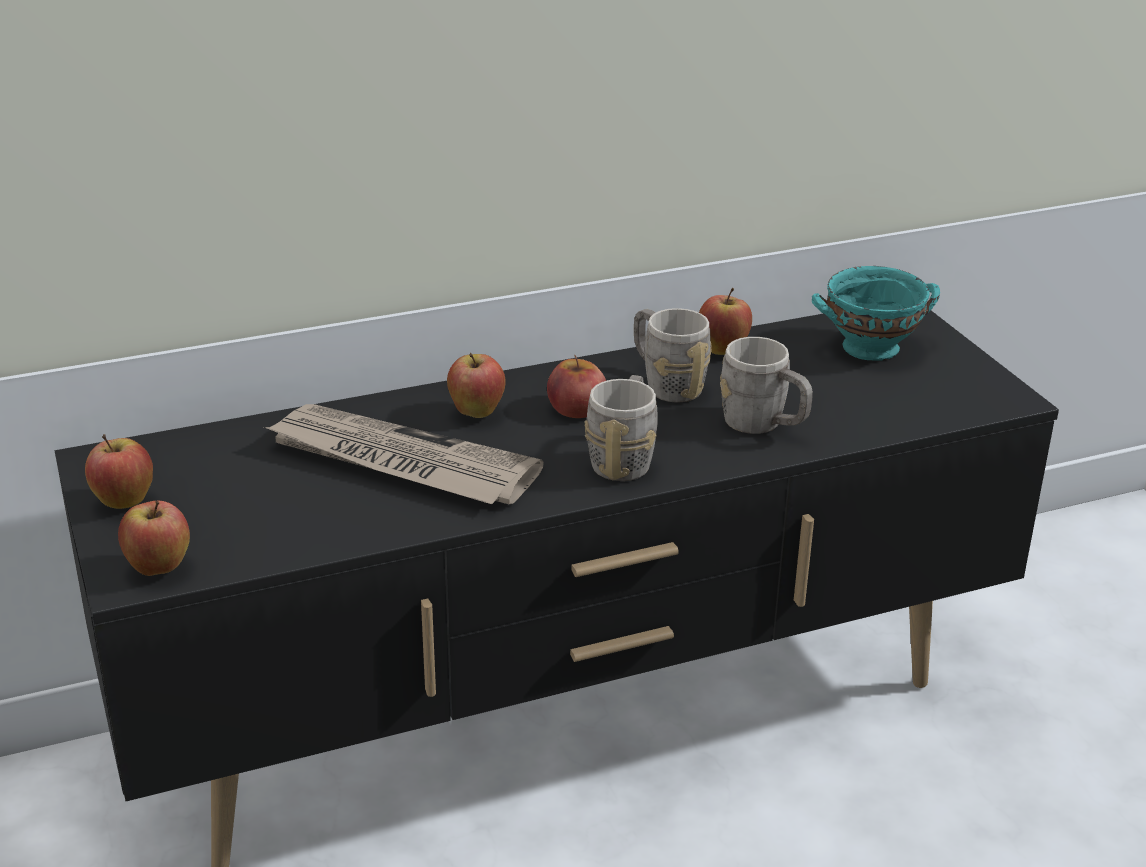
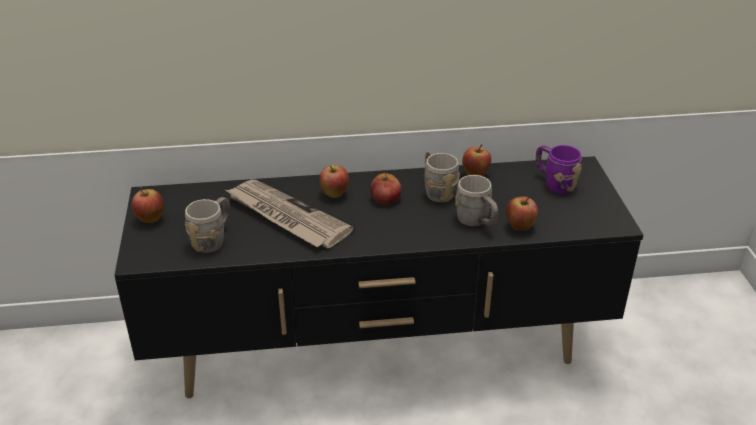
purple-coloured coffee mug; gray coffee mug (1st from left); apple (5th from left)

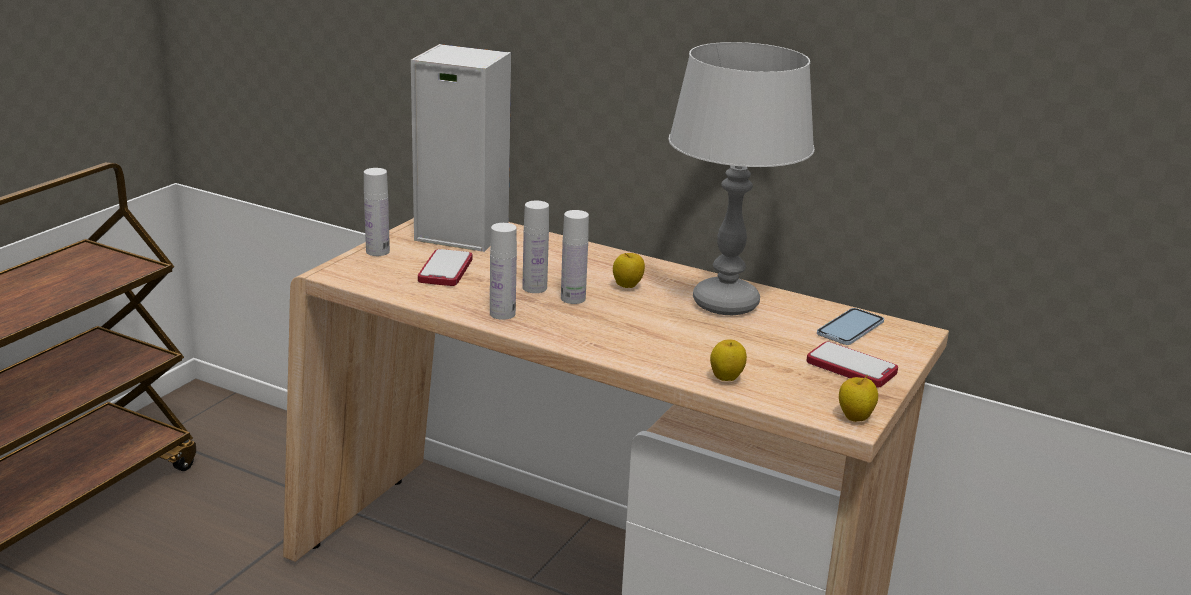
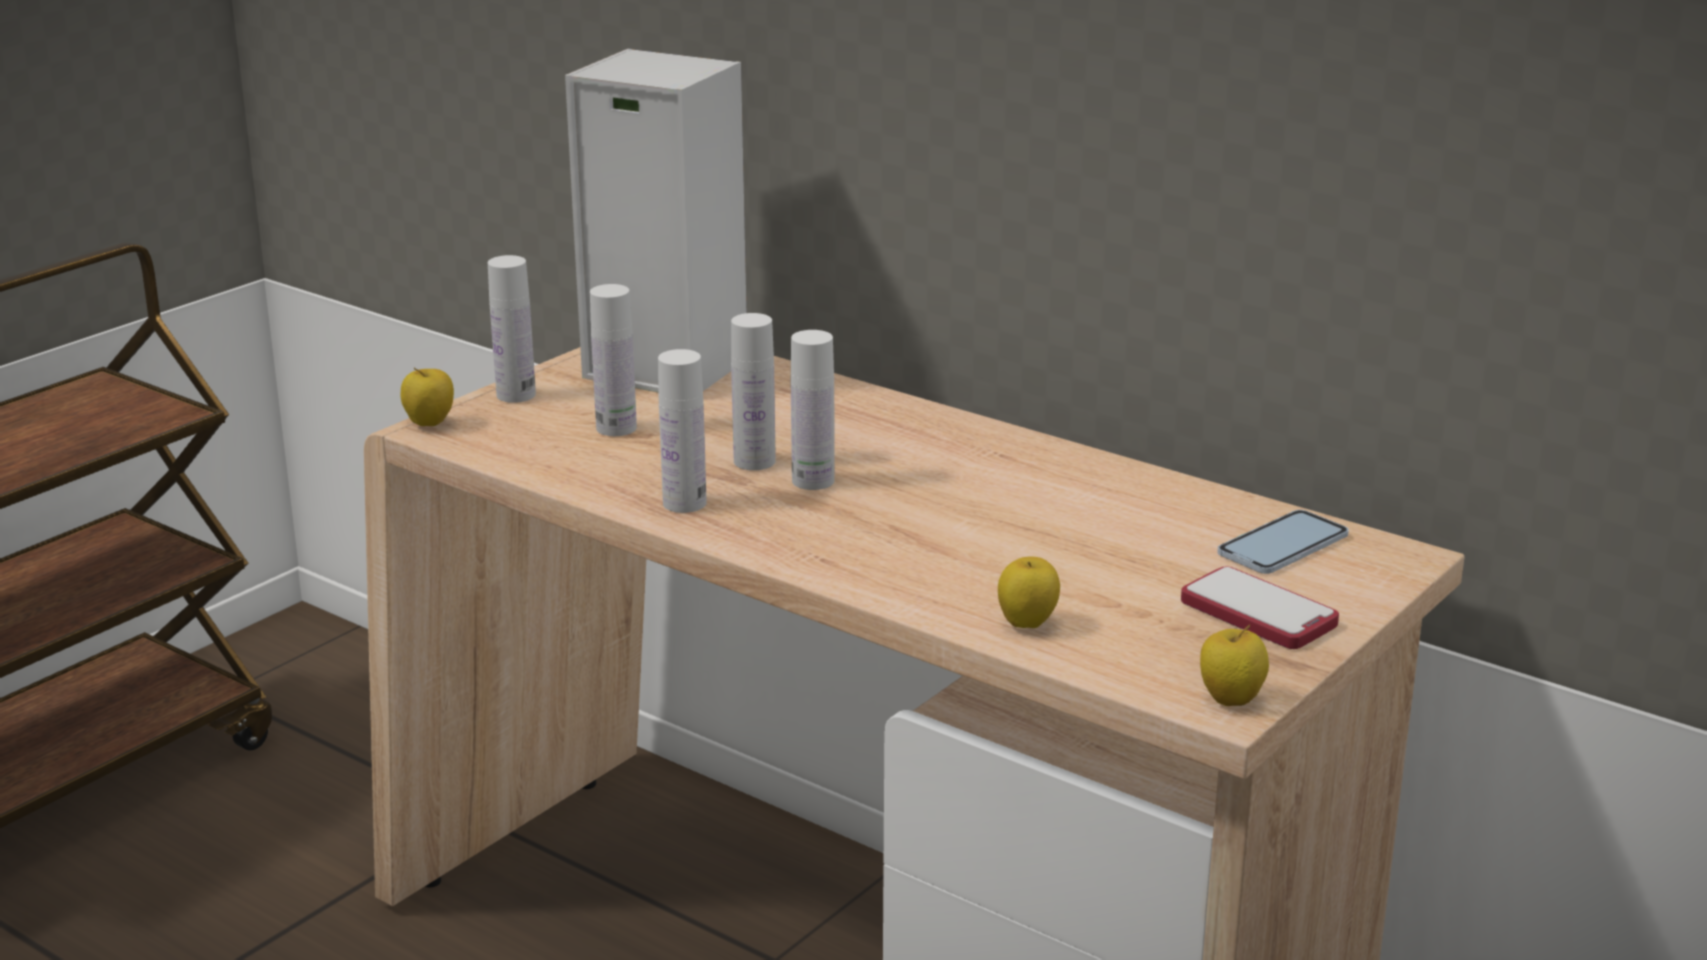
gray tabletop lamp; whitish bottle (2nd from left); apple (1st from left)

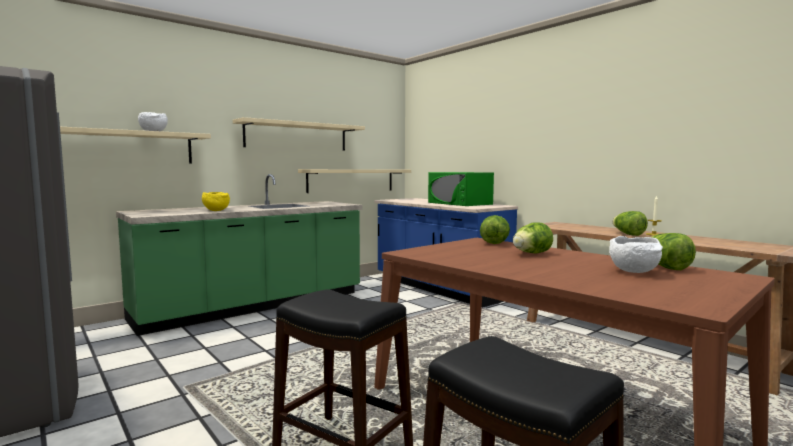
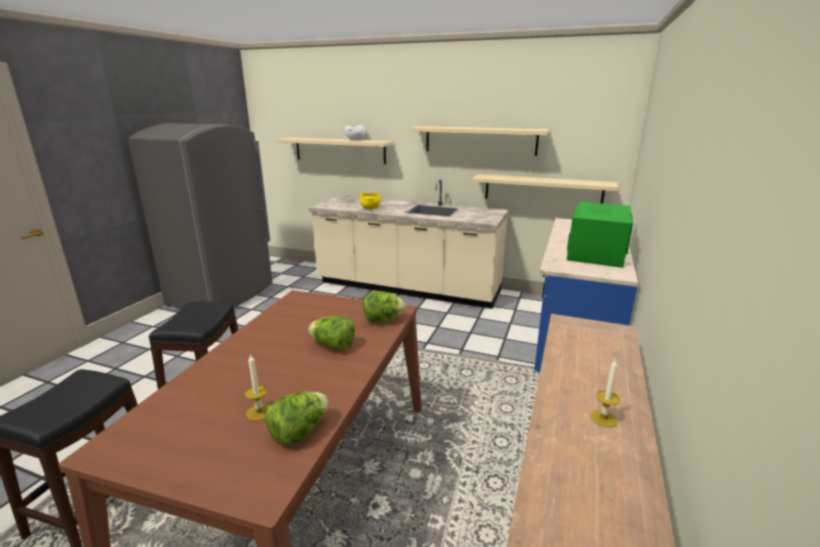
beige kitchen base unit; head of lettuce (3rd from left in the first image); wax light (1st from left)

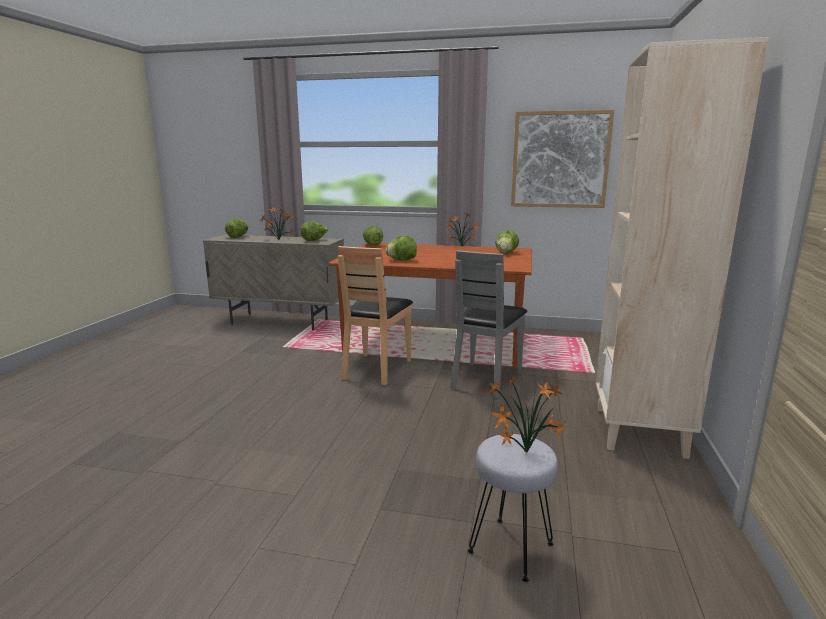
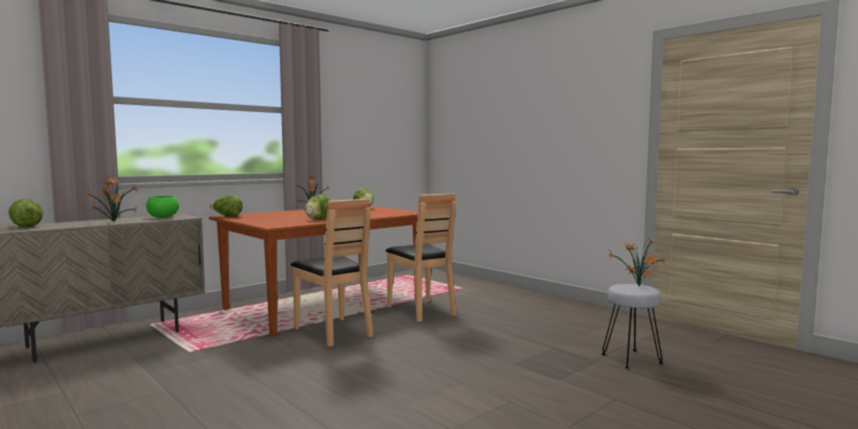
beige shelving unit; wall picture; green-coloured serving bowl; brown-coloured plain chair (2nd from left)

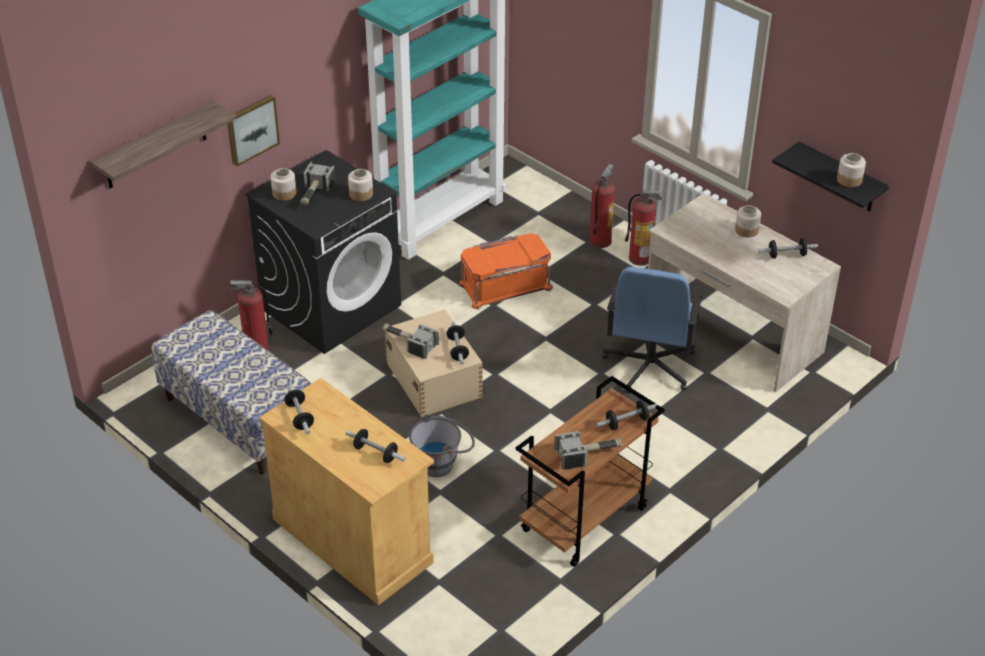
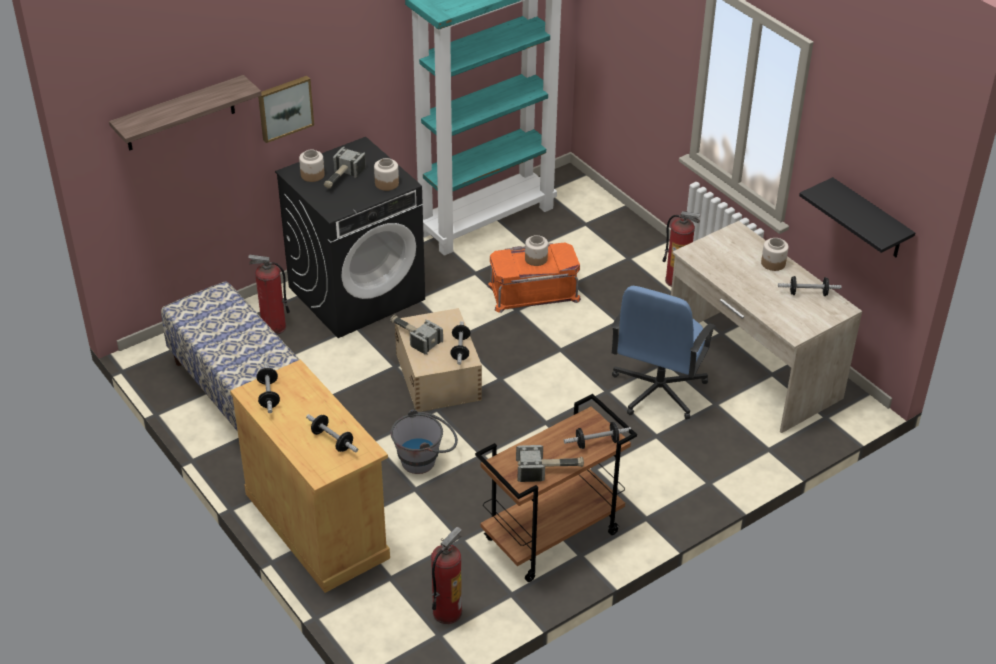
preserve jar (3rd from left); extinguisher (2nd from left)

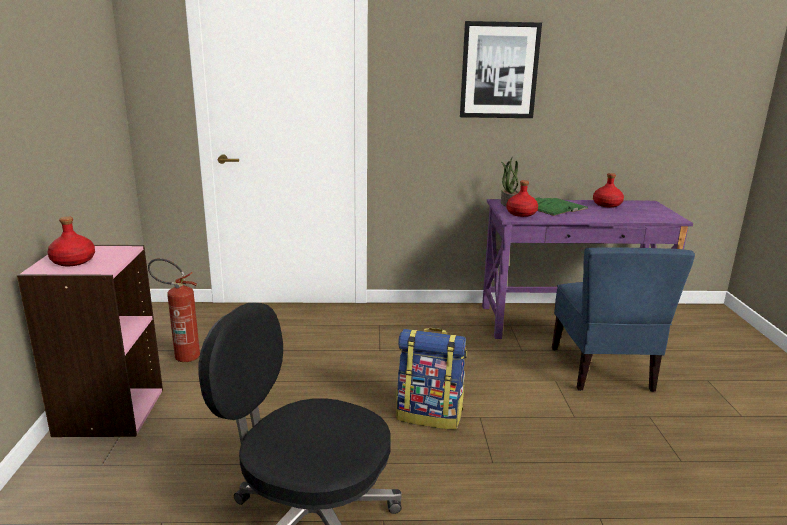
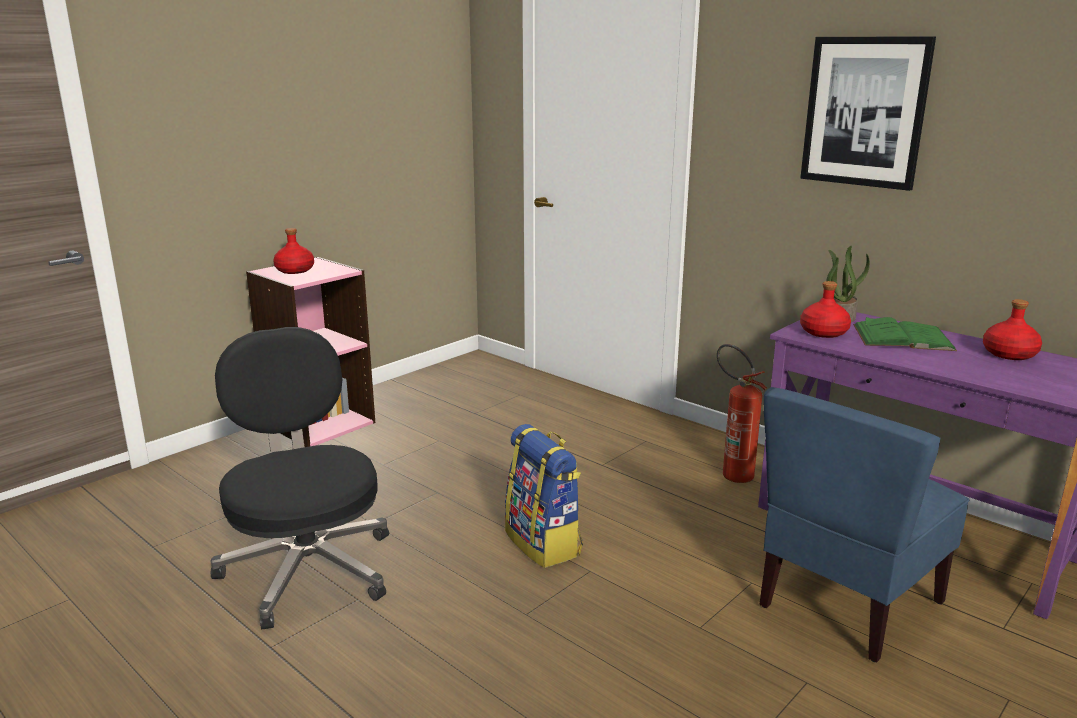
extinguisher

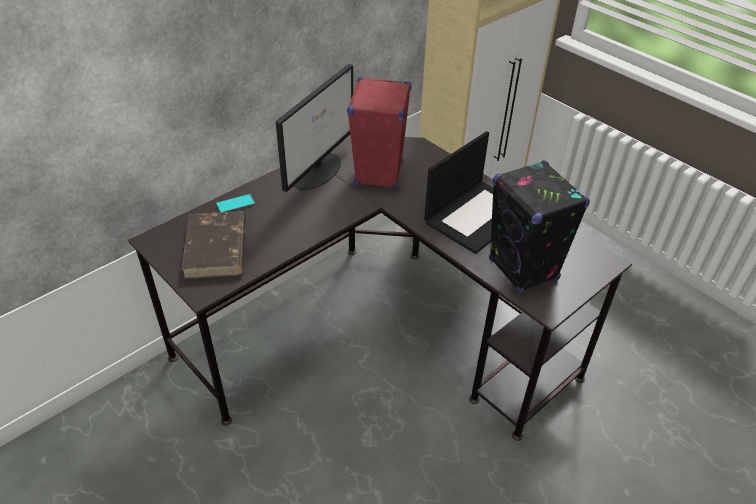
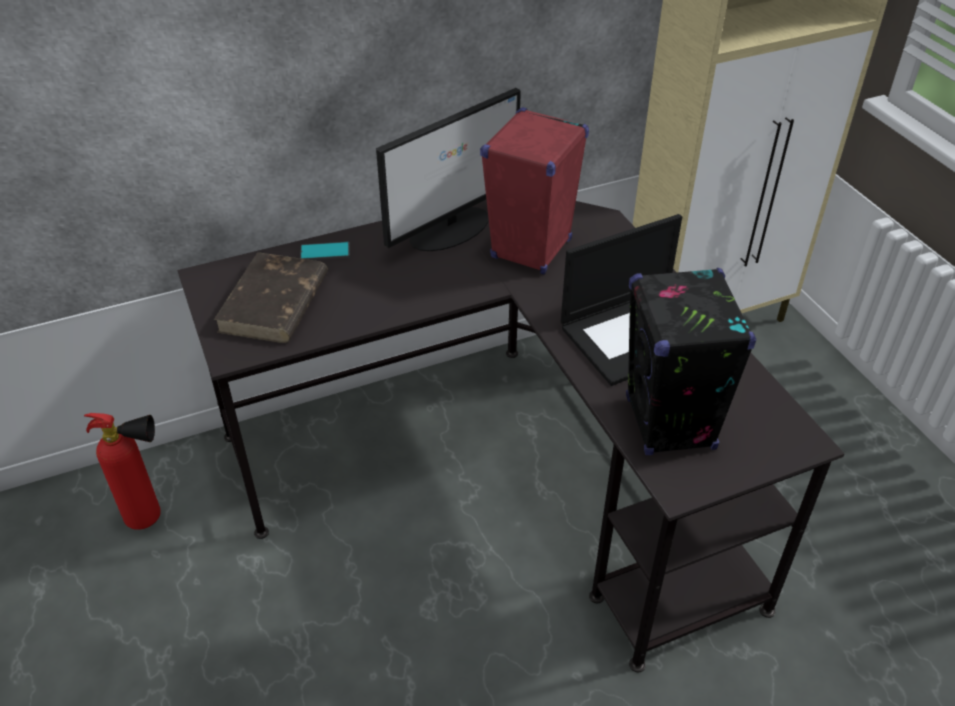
extinguisher

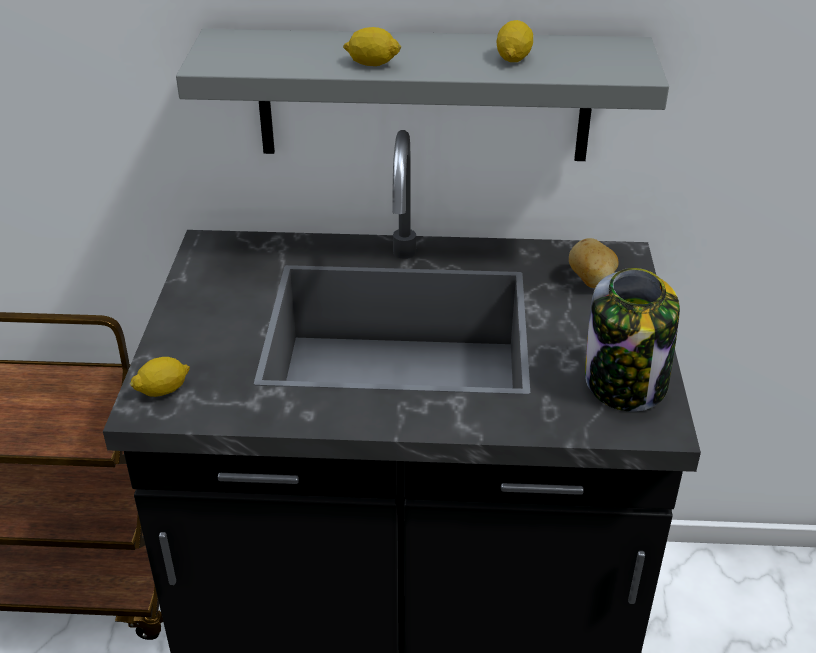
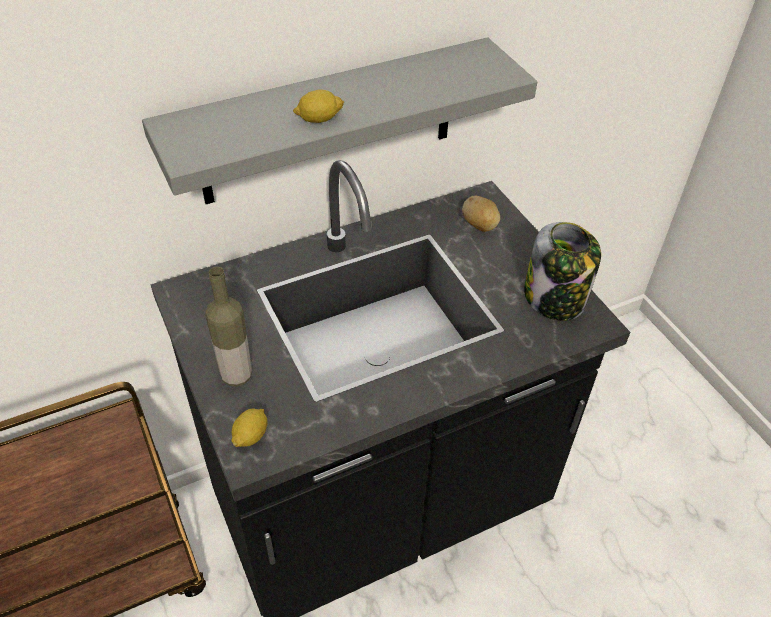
whole lemon (3rd from left in the first image); bottle

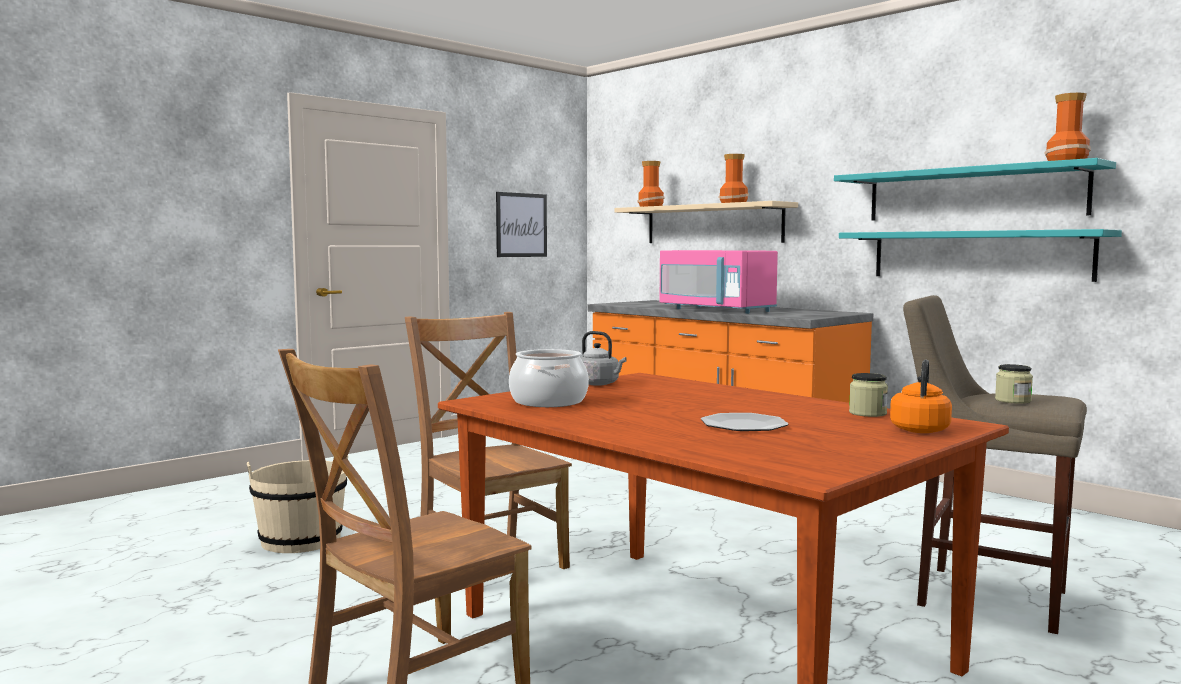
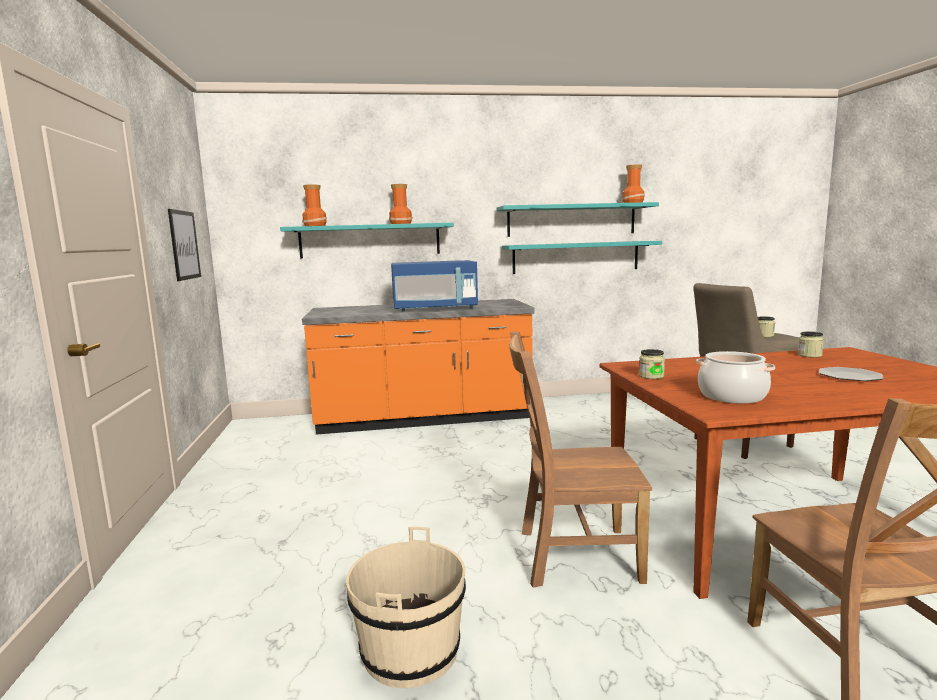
blue-green wall shelf (1st from left); blue microwave; preserve jar (1st from left); orange-coloured kettle

